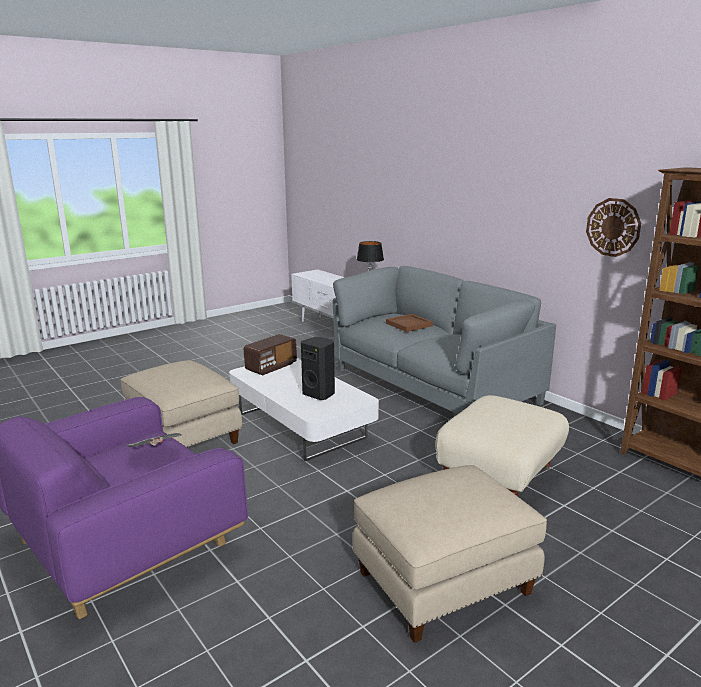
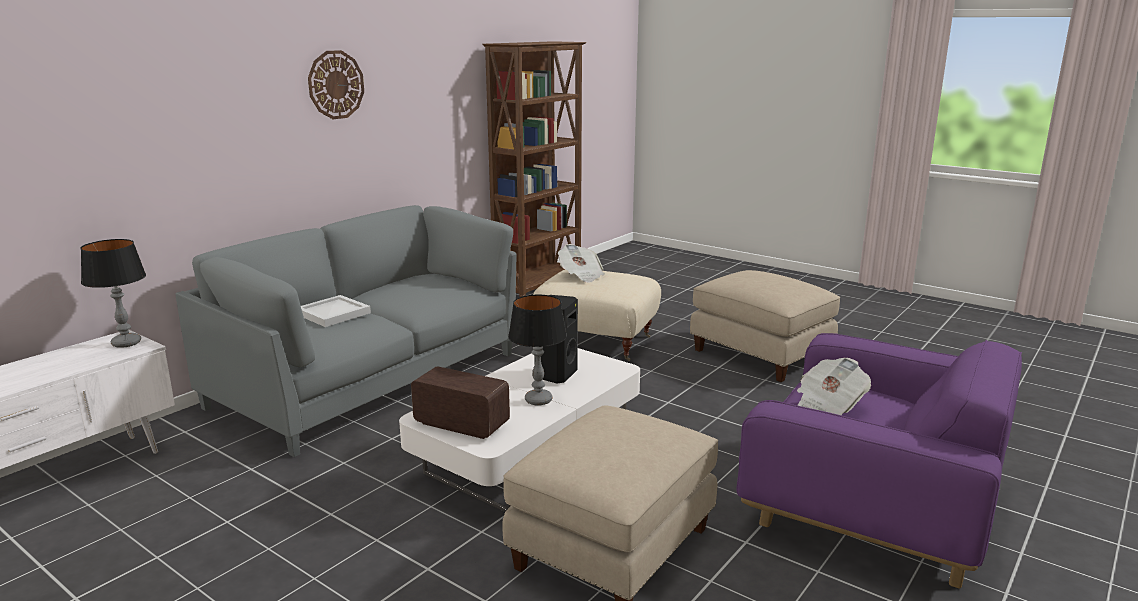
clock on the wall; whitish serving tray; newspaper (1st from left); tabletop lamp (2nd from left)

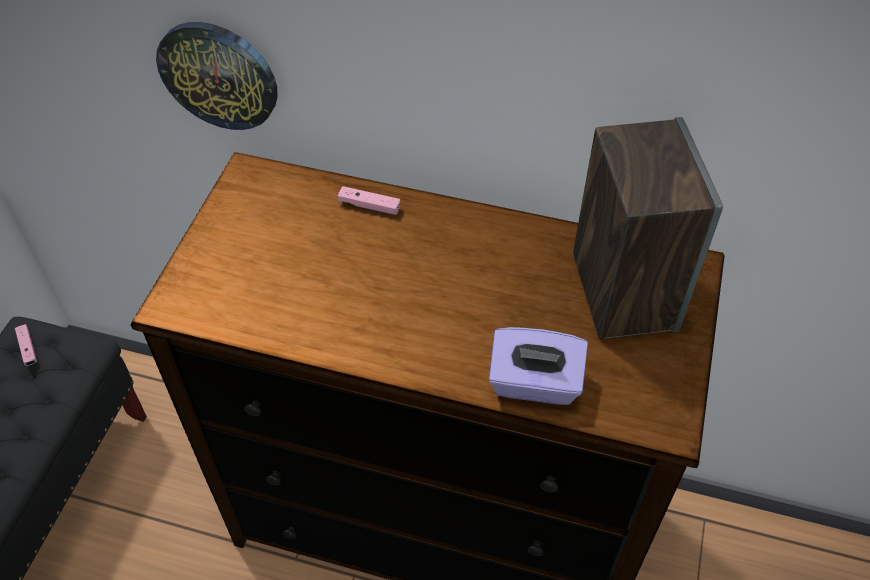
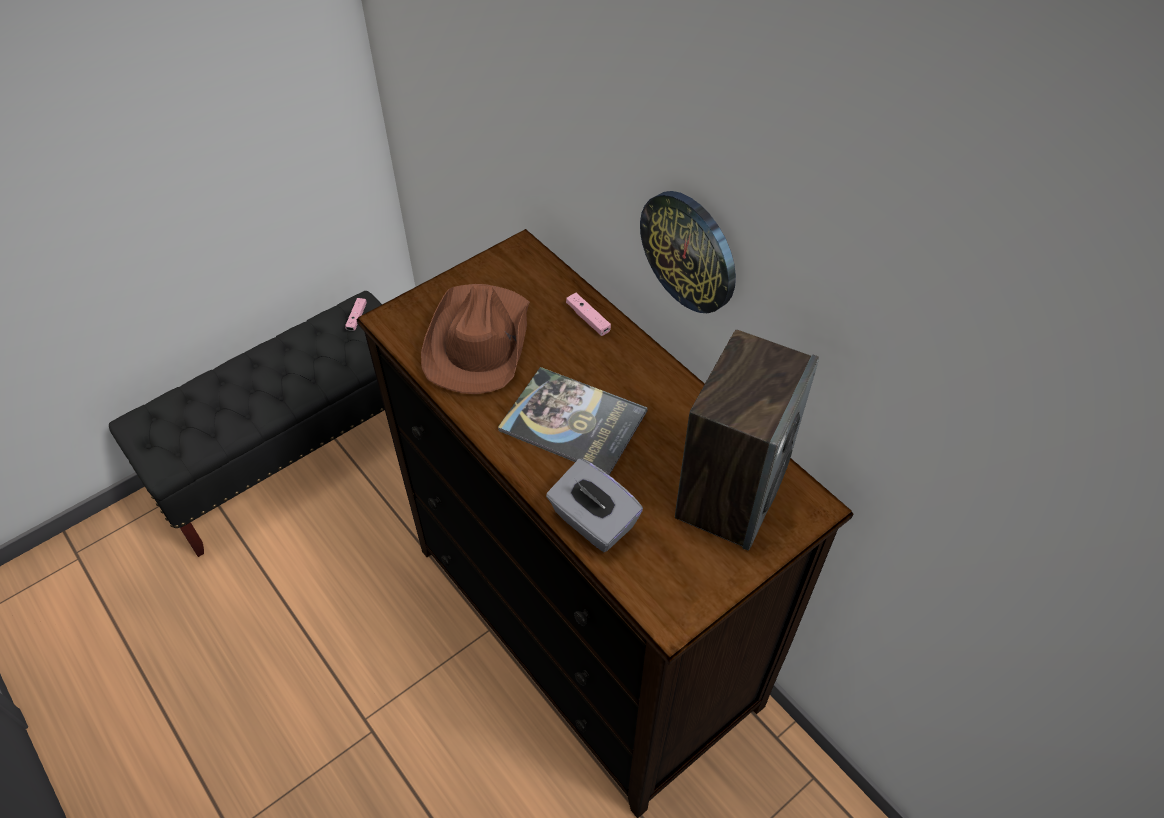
clock on the wall; gray tissue box; brown-coloured hat; book

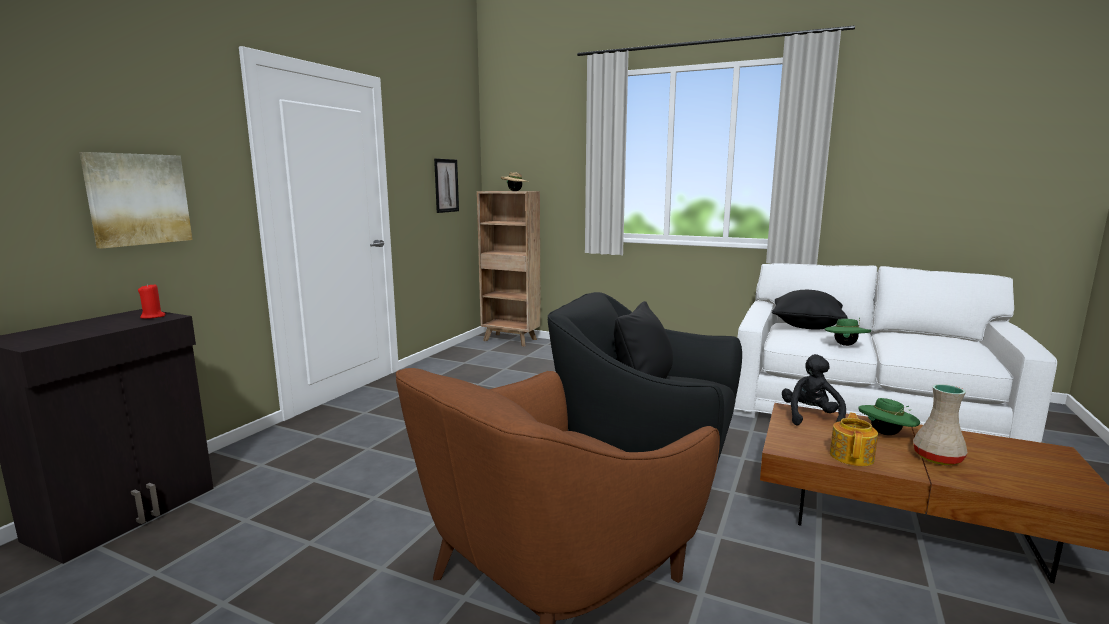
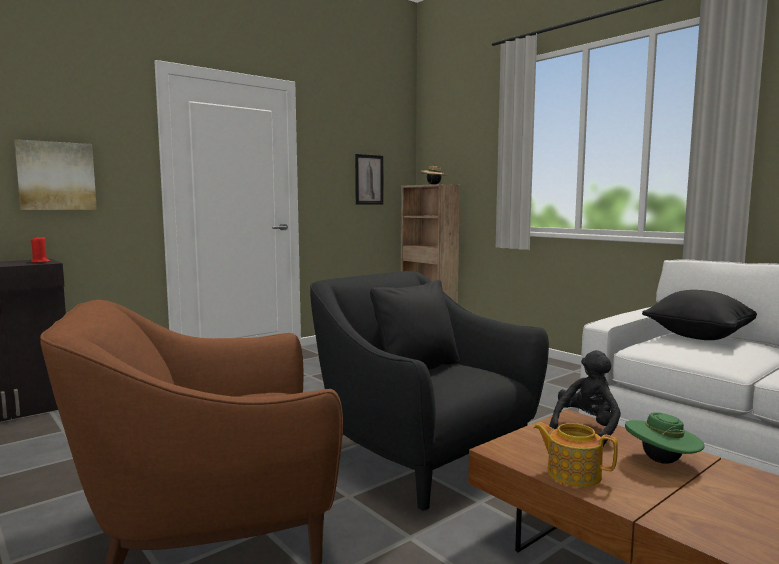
green-coloured hat (1st from left in the first image); beige flower vase; teapot

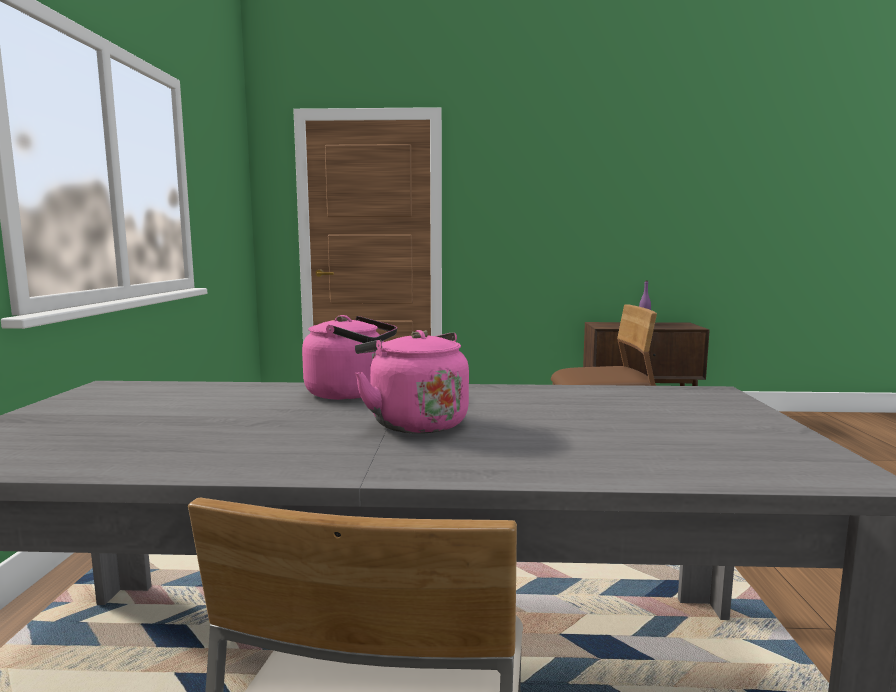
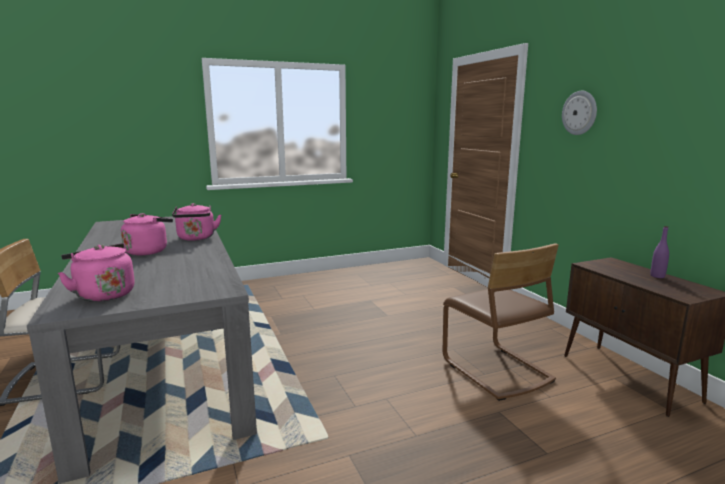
clock on the wall; pinkish kettle (1st from left)

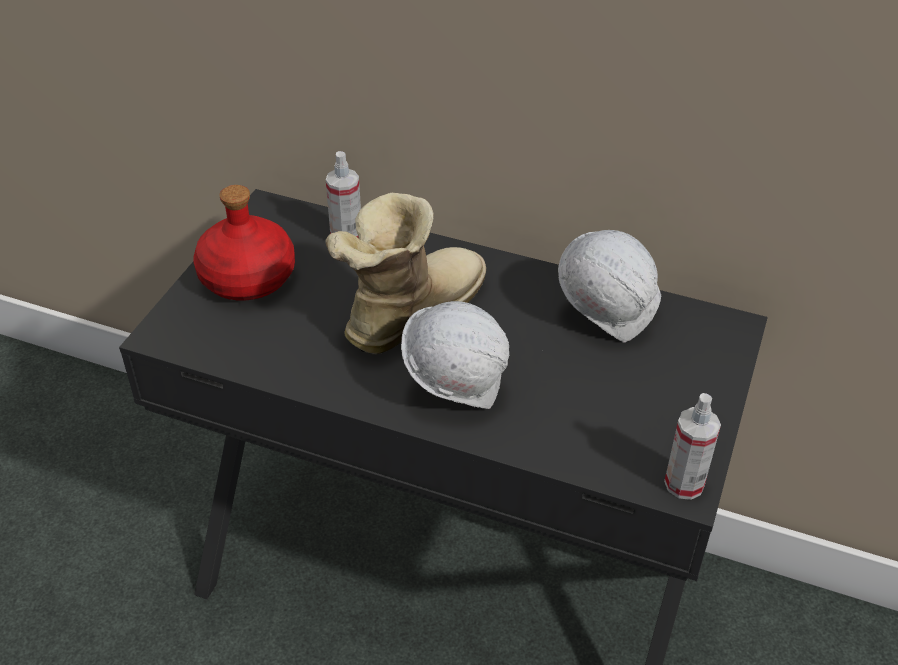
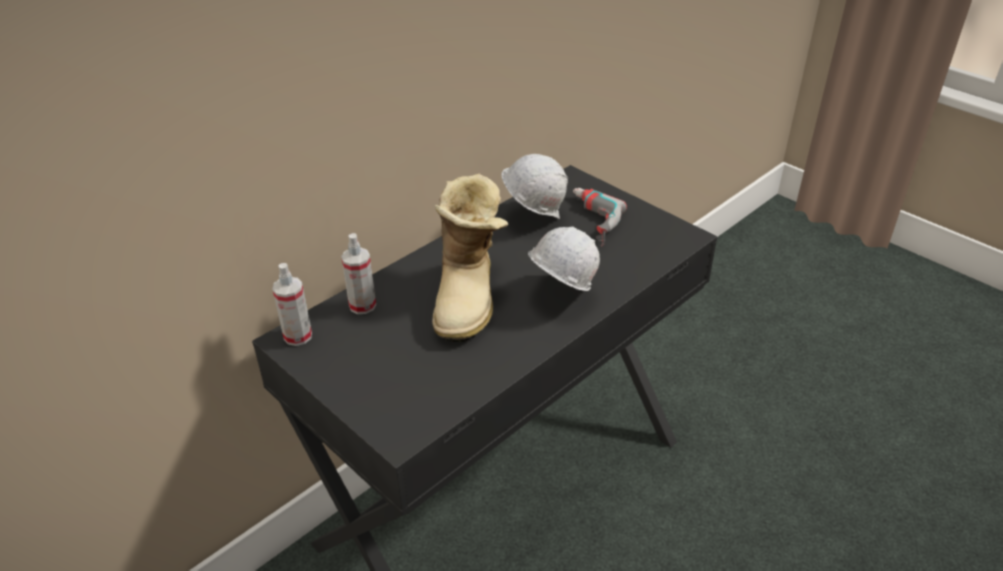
red bottle; high-top boot; spray bottle (1st from left); drill

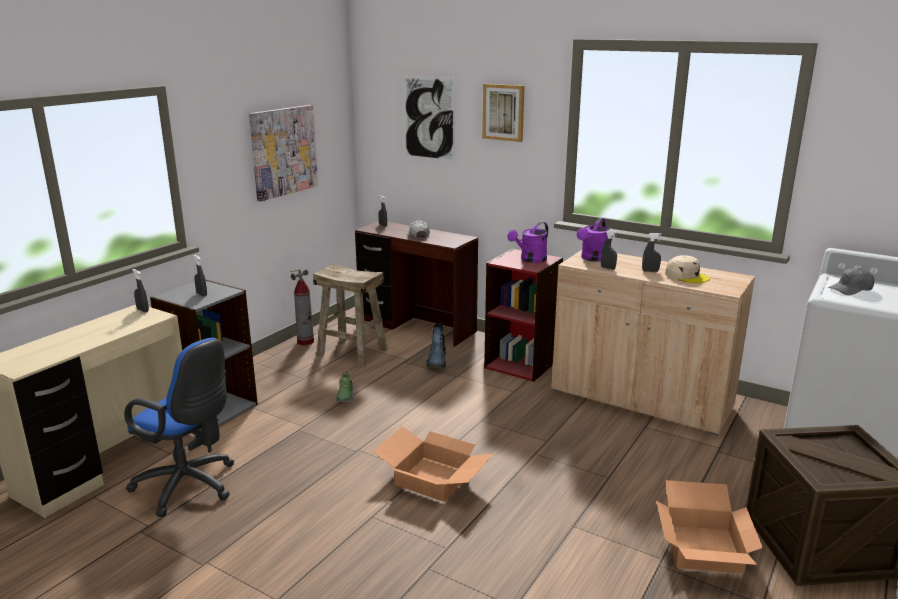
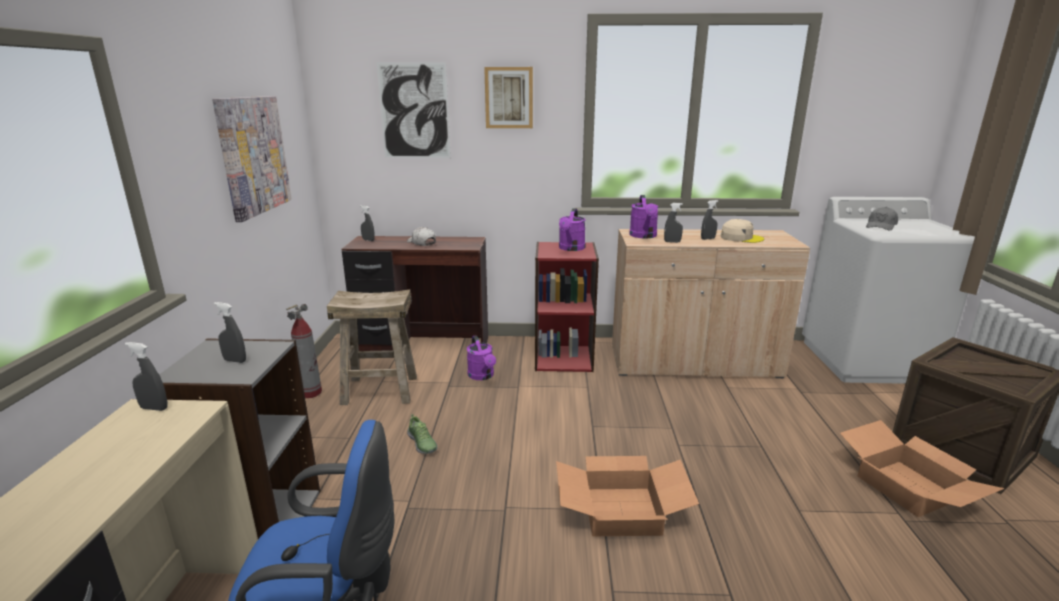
purple-coloured watering pot (1st from left)

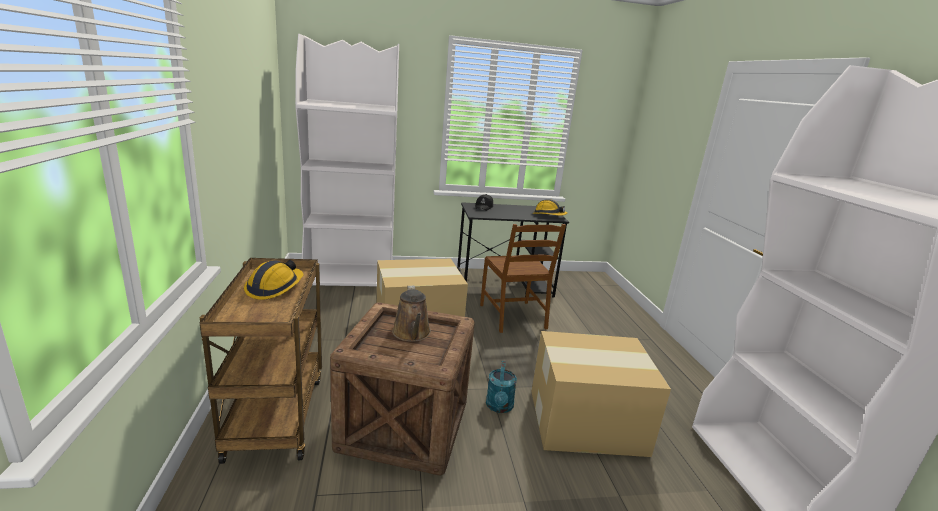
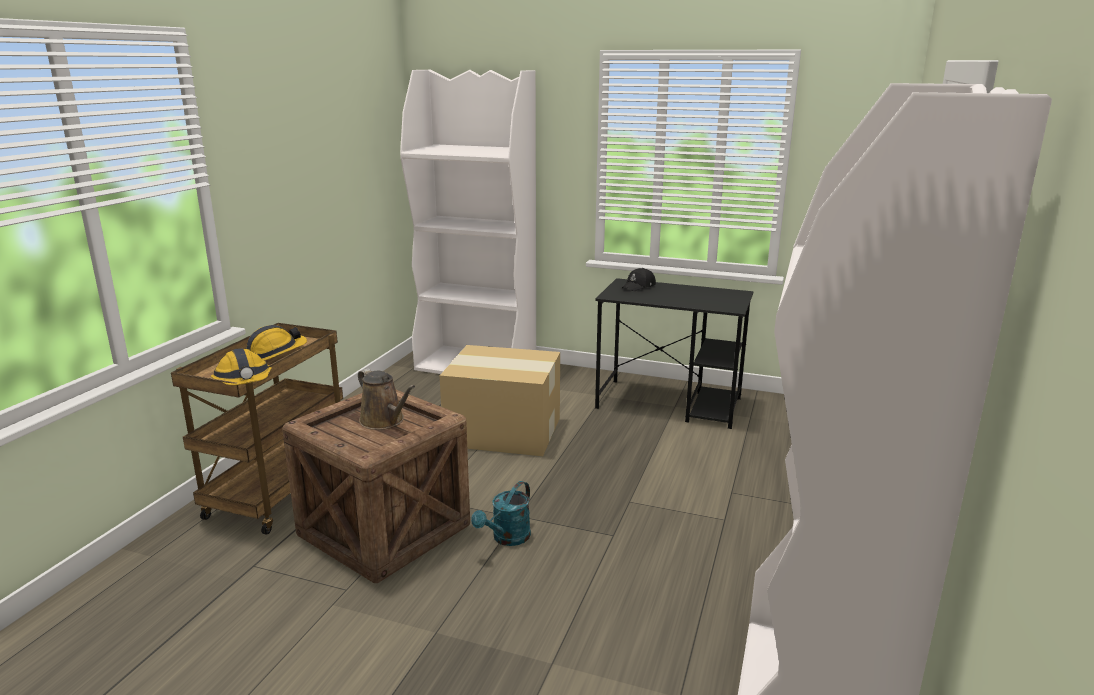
safety helmet (1st from left); brown-coloured plain chair; brown-coloured watering pot; packing box (2nd from left in the first image)

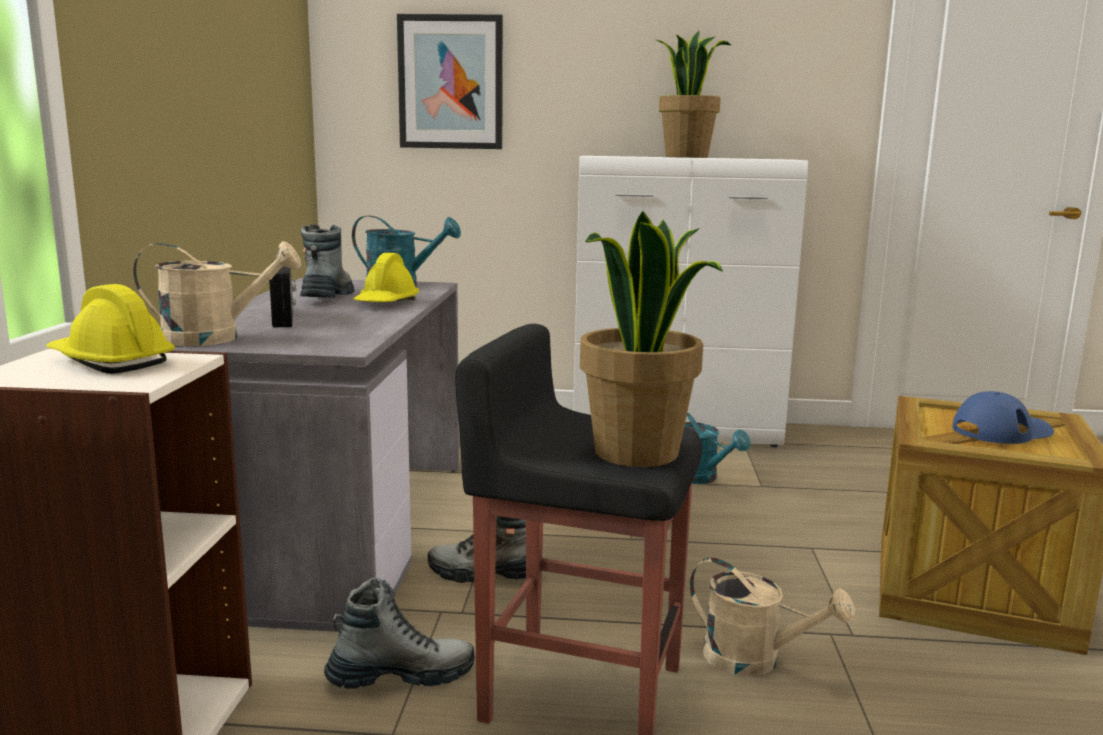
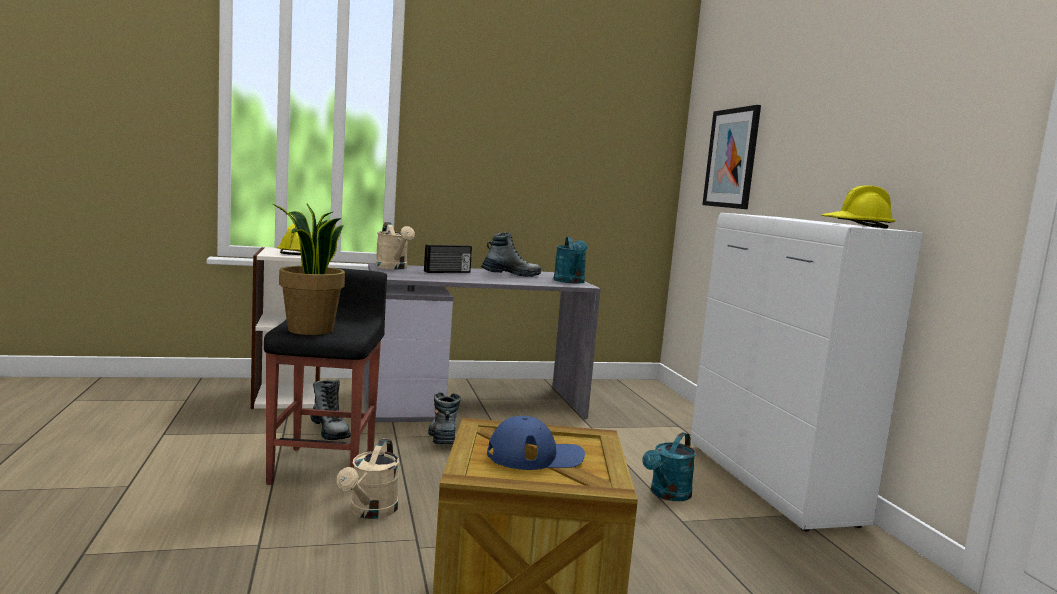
plant in a pot (2nd from left in the first image); yellow safety helmet (2nd from left); blue cap

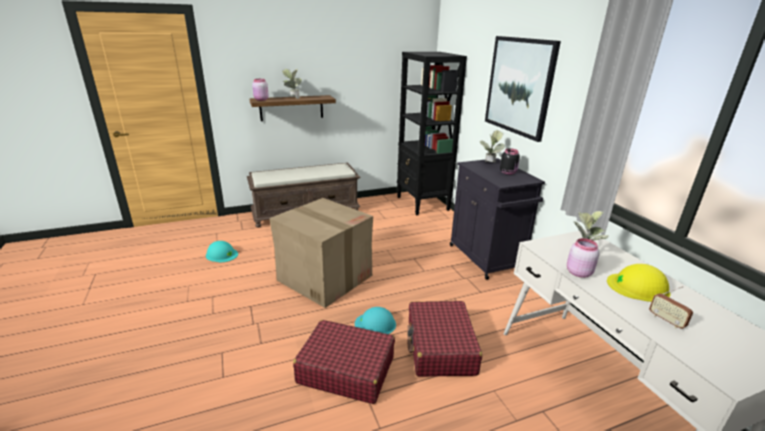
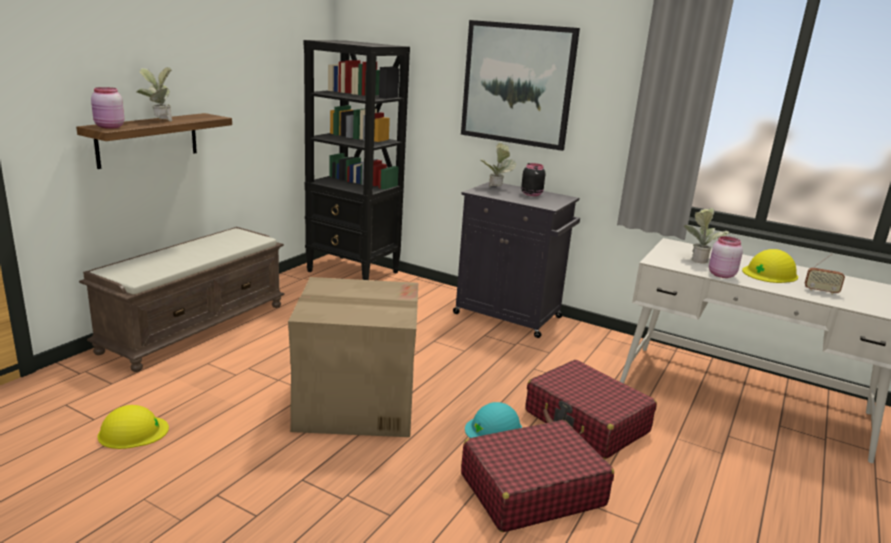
yellow safety helmet (1st from left)

